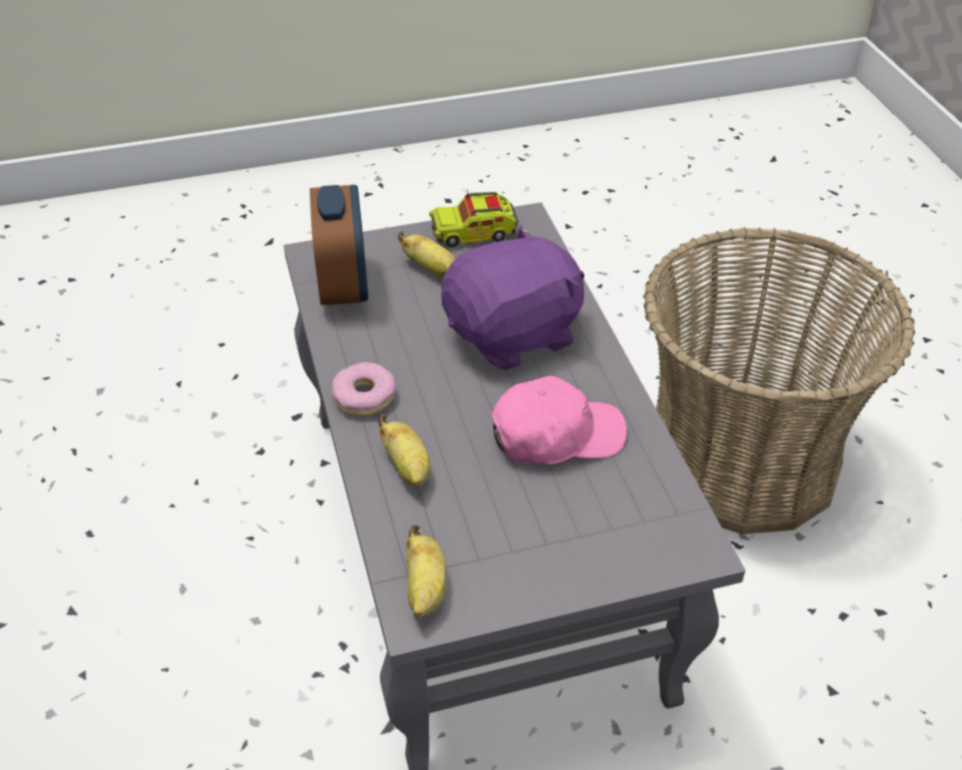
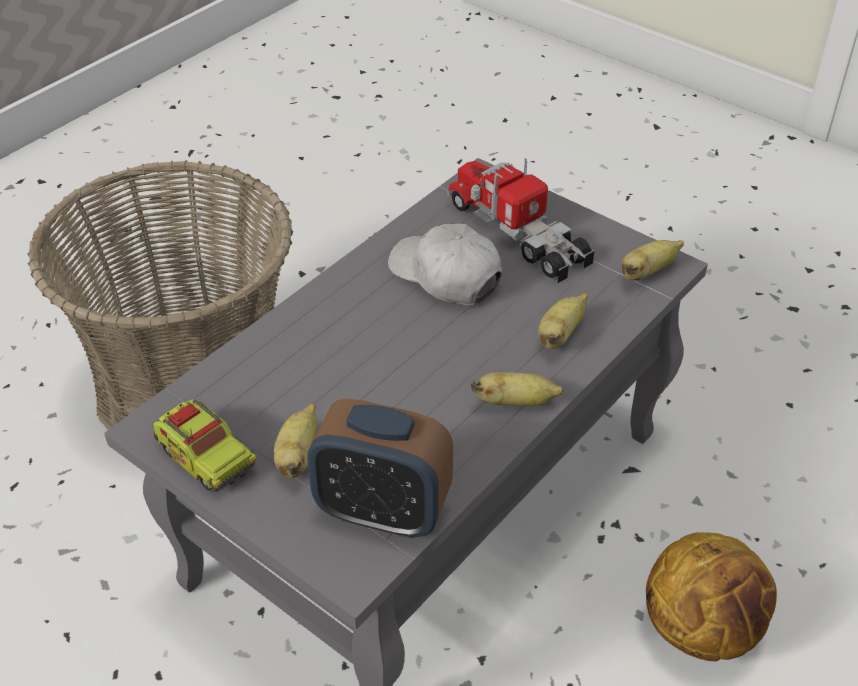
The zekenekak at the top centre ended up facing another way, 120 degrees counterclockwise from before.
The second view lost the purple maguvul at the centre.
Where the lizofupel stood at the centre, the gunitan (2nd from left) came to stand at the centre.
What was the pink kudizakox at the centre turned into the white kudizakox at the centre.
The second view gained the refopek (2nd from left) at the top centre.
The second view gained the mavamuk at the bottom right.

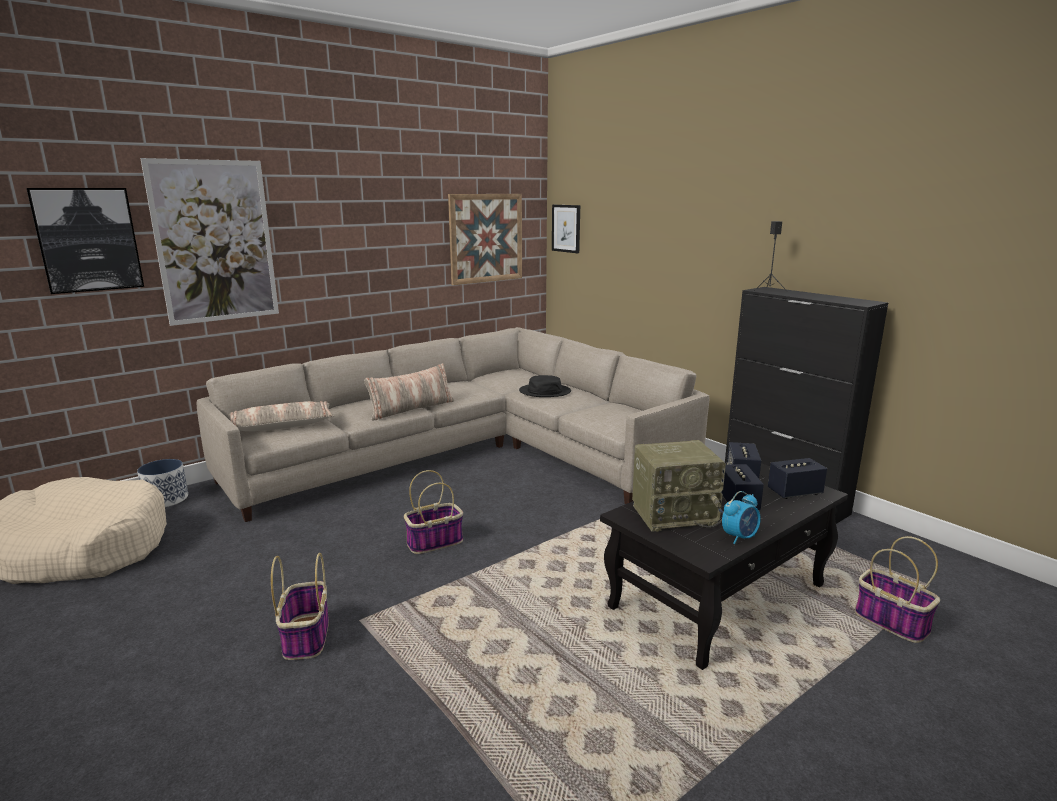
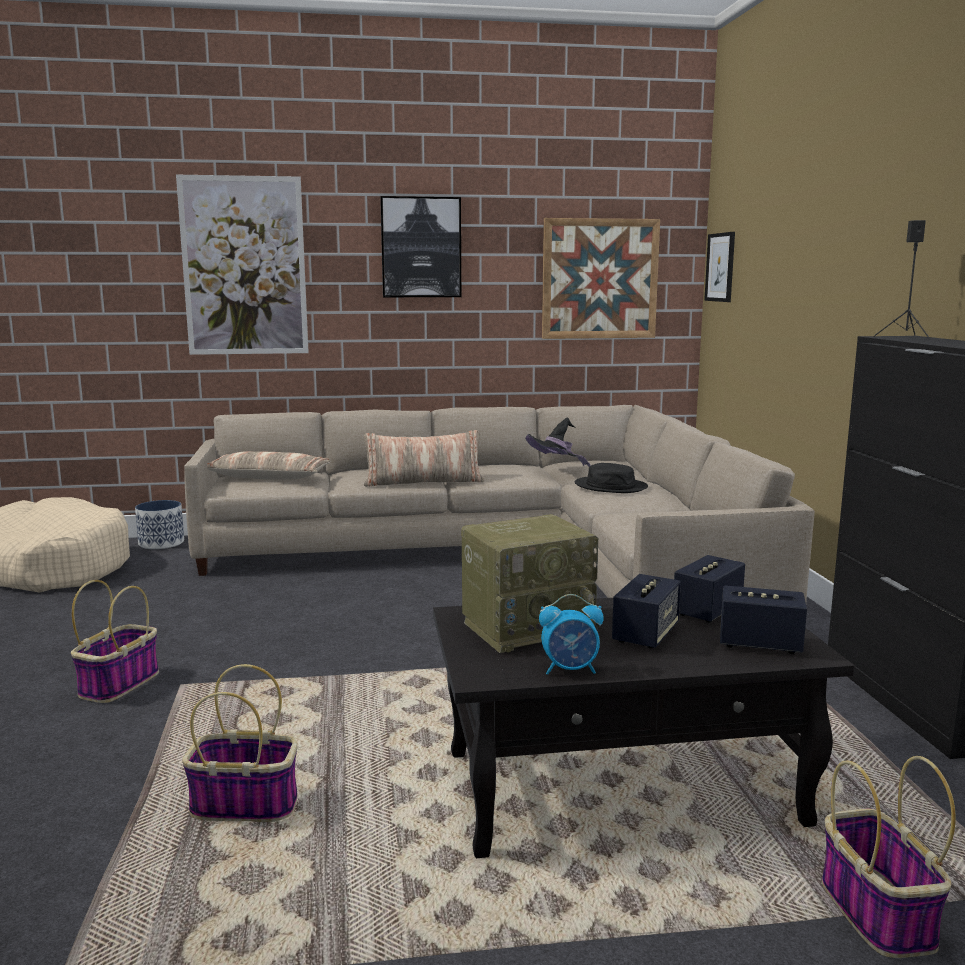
The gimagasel (1st from left in the first image) ended up elsewhere, having gone from the top left to the top centre.
The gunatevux at the centre ended up facing another way, 45 degrees counterclockwise from before.
The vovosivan (2nd from left) ended up elsewhere, having gone from the centre to the bottom left.
The second view gained the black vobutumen (1st from left) at the centre.

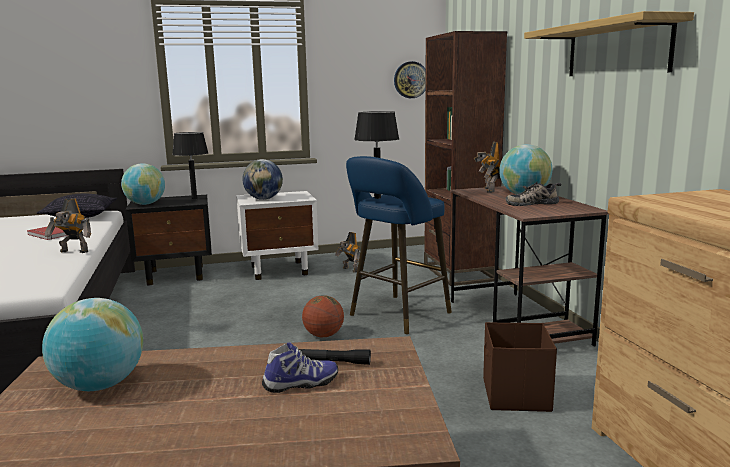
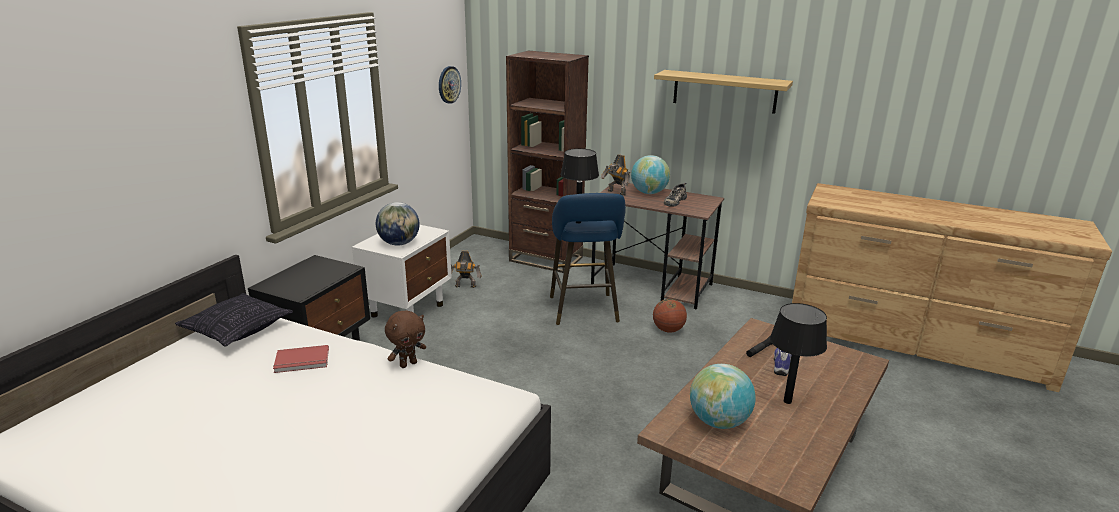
The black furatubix (1st from left in the first image) ended up elsewhere, having gone from the middle left to the bottom right.
The second view lost the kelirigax (2nd from left) at the middle left.
Where the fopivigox (1st from left) stood at the middle left, the brown maguvul came to stand at the centre.
The mavamuk ended up elsewhere, having gone from the bottom centre to the centre.
The second view lost the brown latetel at the bottom right.

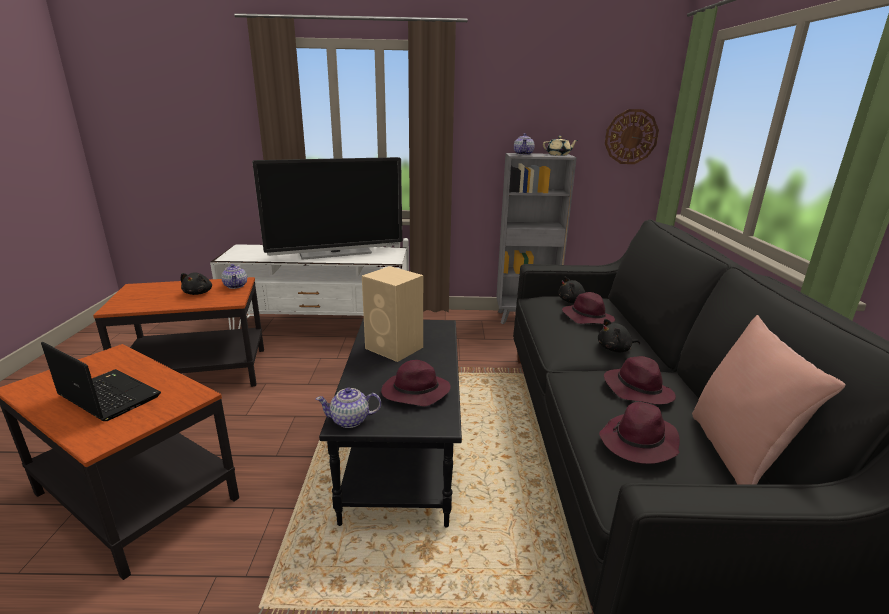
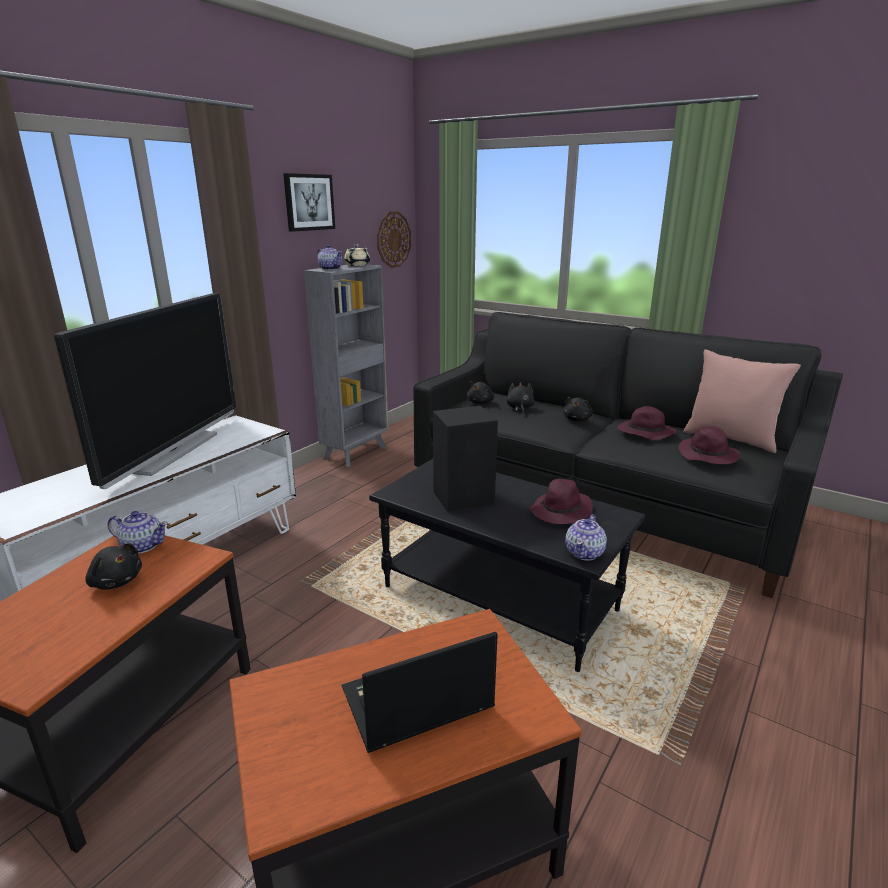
What was the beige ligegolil at the centre turned into the black ligegolil at the centre.
Where the purple vobutumen (2nd from left) stood at the centre, the black maguvul (3rd from left) came to stand at the centre.
The second view gained the gimagasel at the top centre.

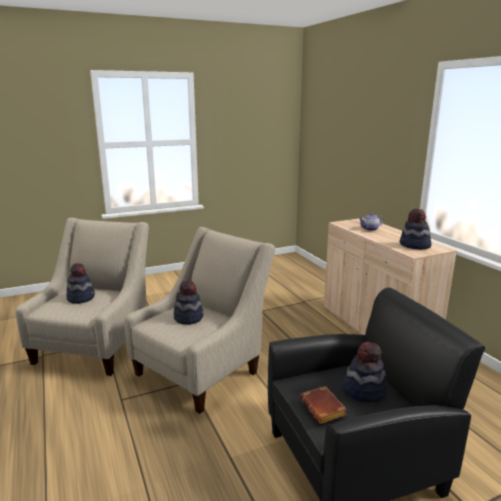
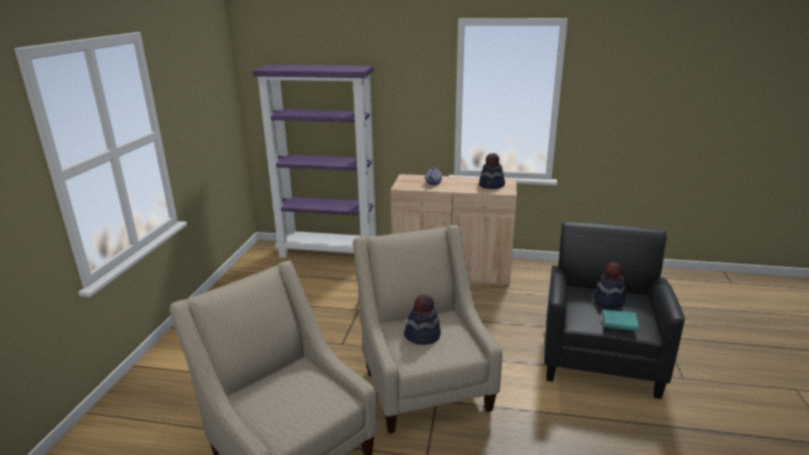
The second view lost the vobutumen (1st from left) at the middle left.
What was the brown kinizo at the bottom centre turned into the turquoise kinizo at the bottom right.
The second view gained the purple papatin at the centre.

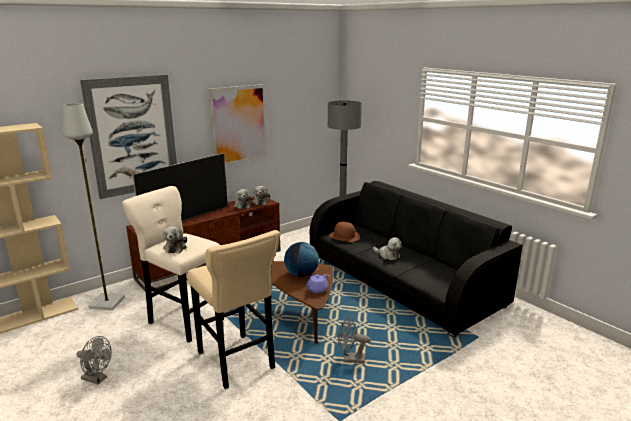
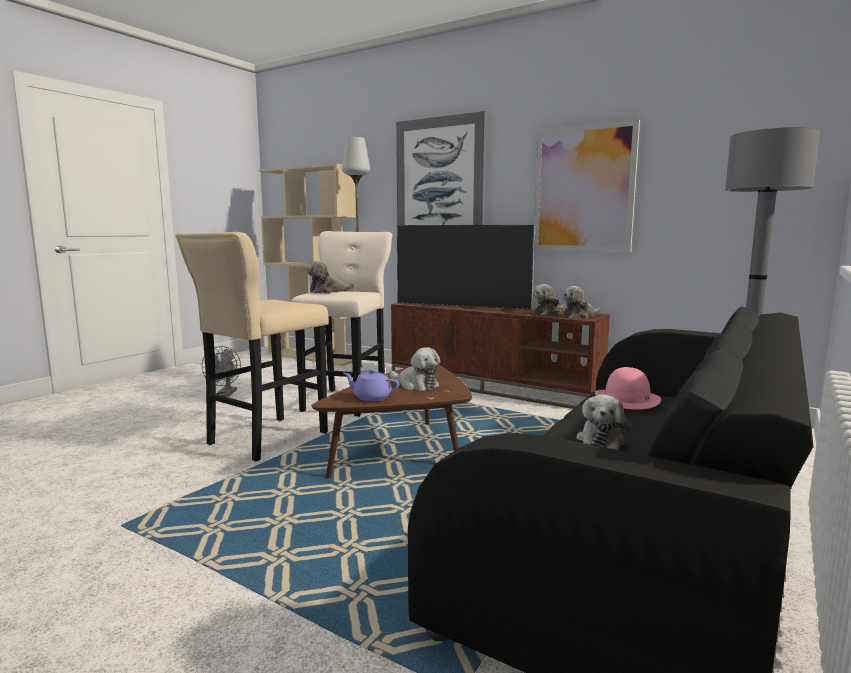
What was the brown vobutumen at the centre turned into the pink vobutumen at the middle right.
Where the kelirigax stood at the centre, the maguvul (2nd from left) came to stand at the centre.
The second view lost the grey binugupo (2nd from left) at the bottom centre.

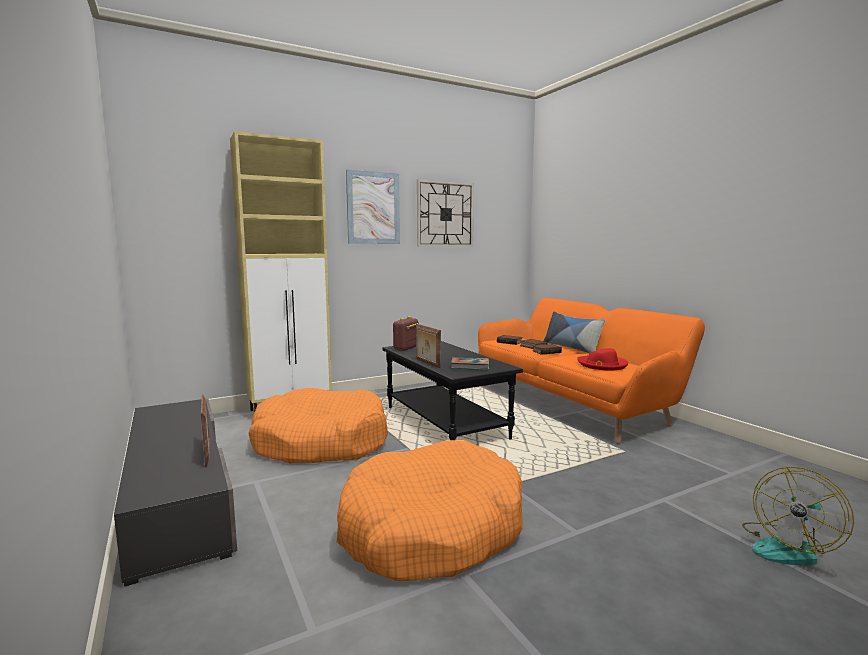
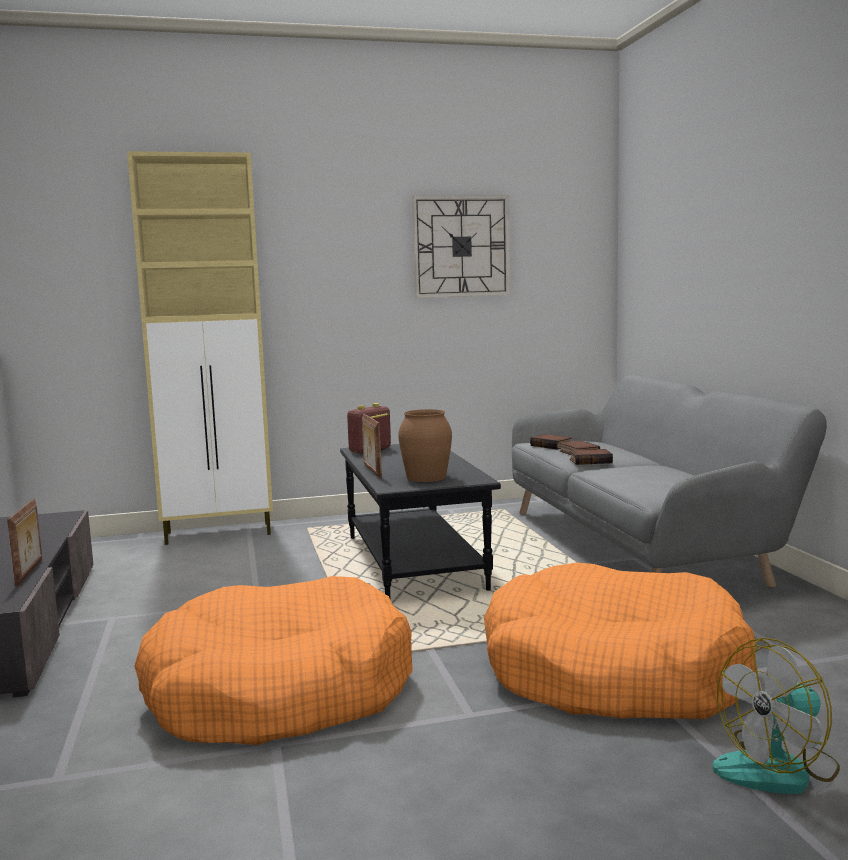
The second view lost the gimagasel at the top centre.
What was the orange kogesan at the middle right turned into the grey kogesan at the middle right.
The second view lost the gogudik at the centre.
The second view lost the red vobutumen at the middle right.
Where the kinizo (1st from left) stood at the centre, the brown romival came to stand at the centre.
The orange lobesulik (1st from left in the first image) ended up elsewhere, having gone from the centre to the bottom right.

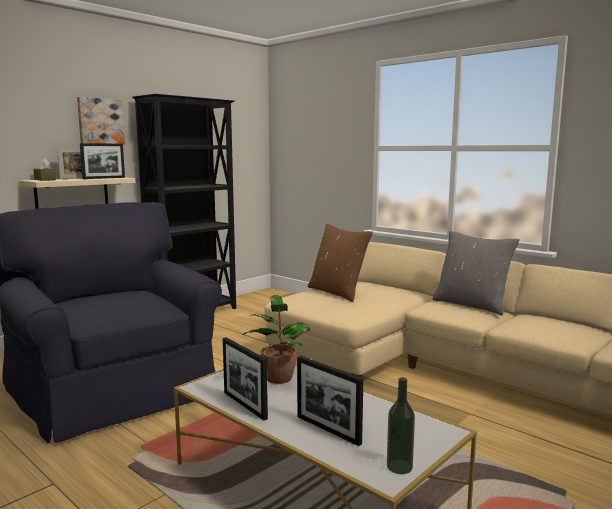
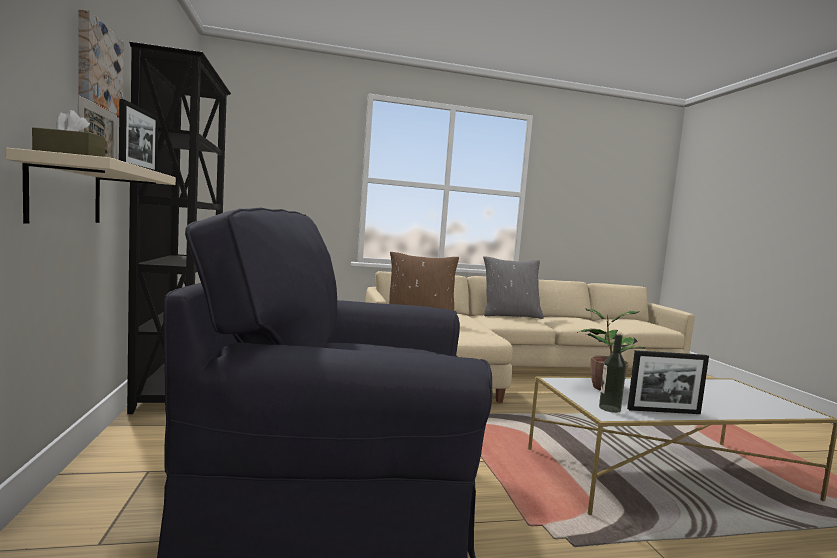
The second view lost the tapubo (4th from left) at the bottom centre.
The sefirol ended up elsewhere, having gone from the bottom centre to the bottom right.

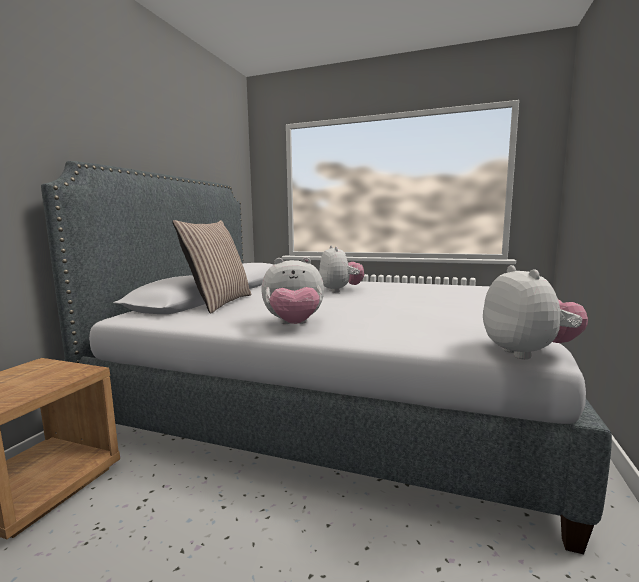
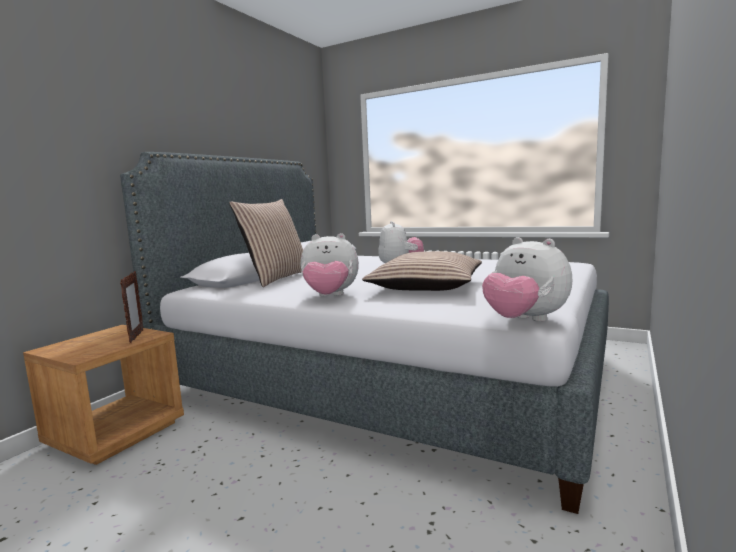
The maguvul (3rd from left) at the middle right ended up facing another way, 135 degrees clockwise from before.
The second view gained the gogudik (2nd from left) at the centre.
The second view gained the tapubo at the middle left.

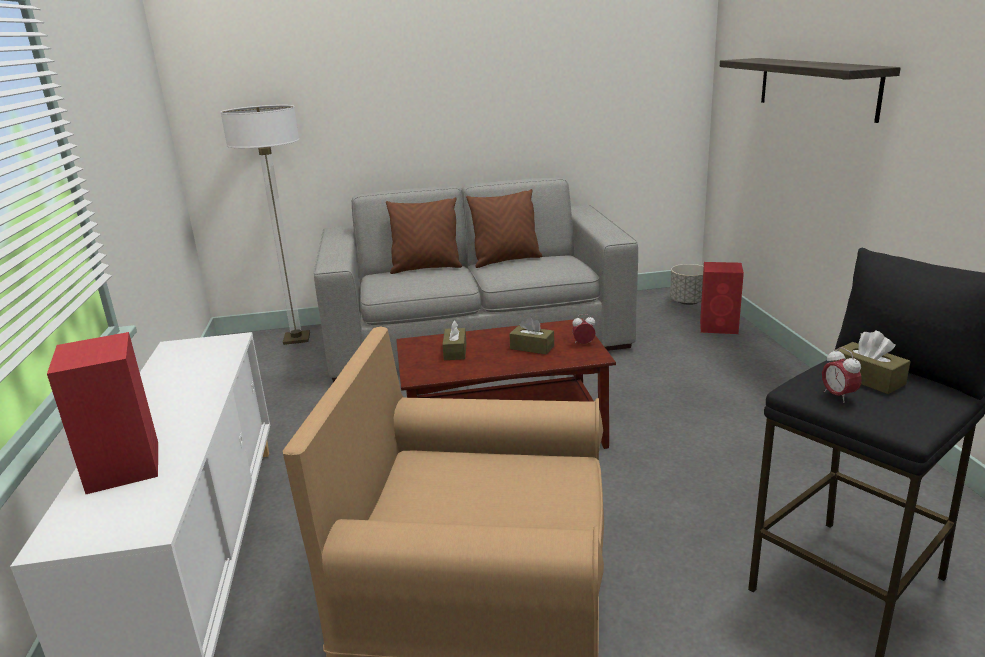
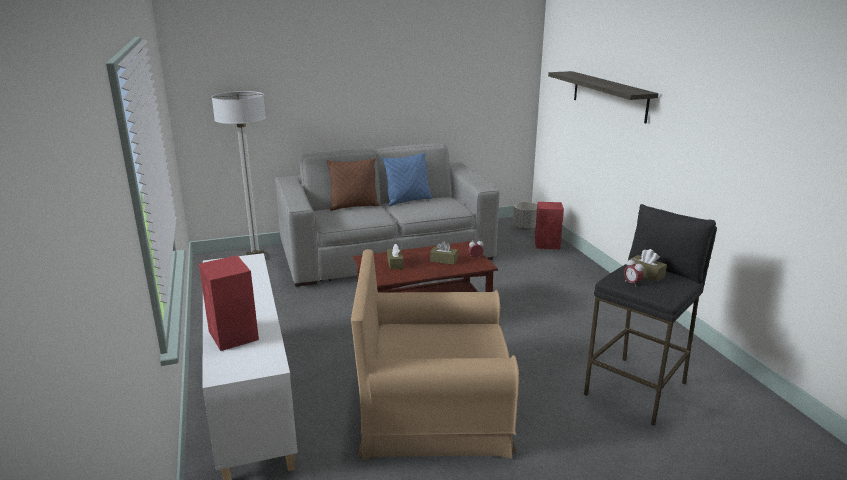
What was the brown gogudik (2nd from left) at the centre turned into the blue gogudik at the centre.

